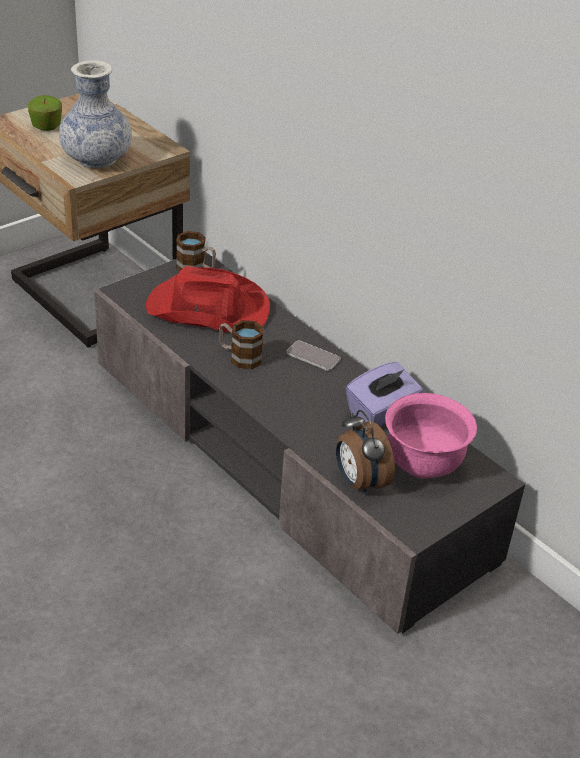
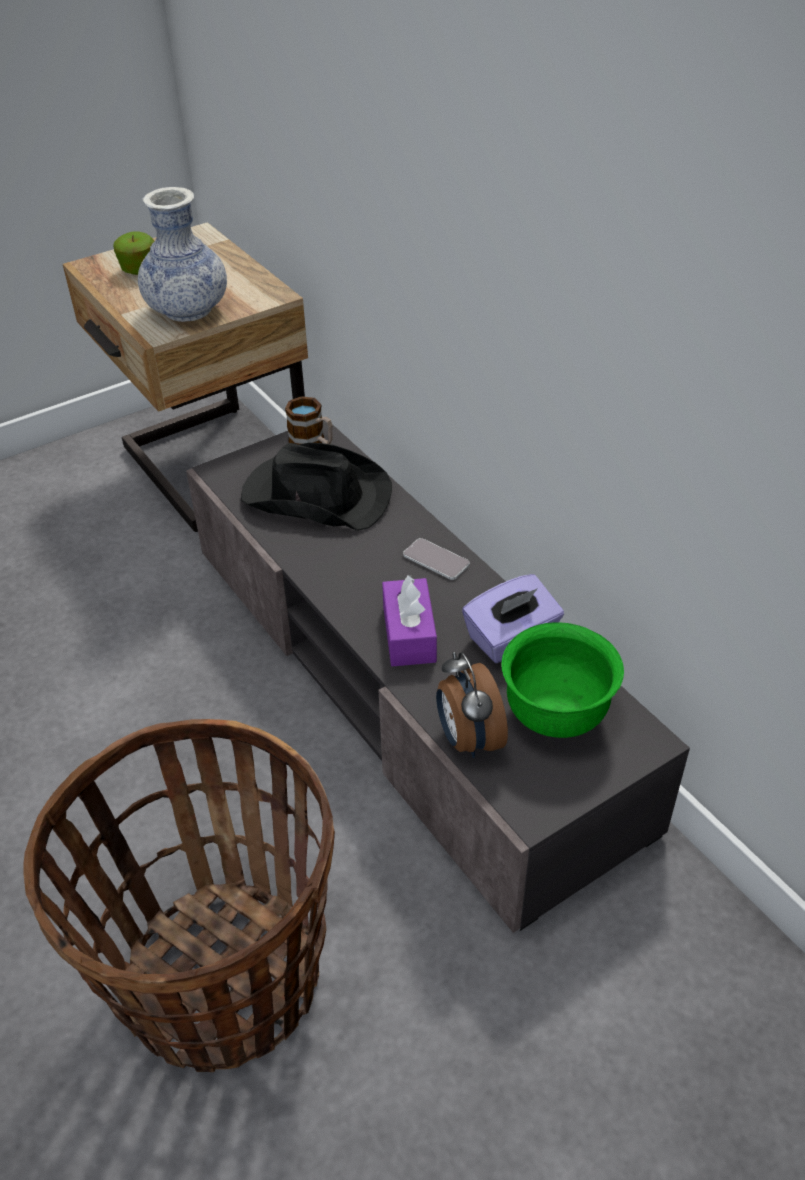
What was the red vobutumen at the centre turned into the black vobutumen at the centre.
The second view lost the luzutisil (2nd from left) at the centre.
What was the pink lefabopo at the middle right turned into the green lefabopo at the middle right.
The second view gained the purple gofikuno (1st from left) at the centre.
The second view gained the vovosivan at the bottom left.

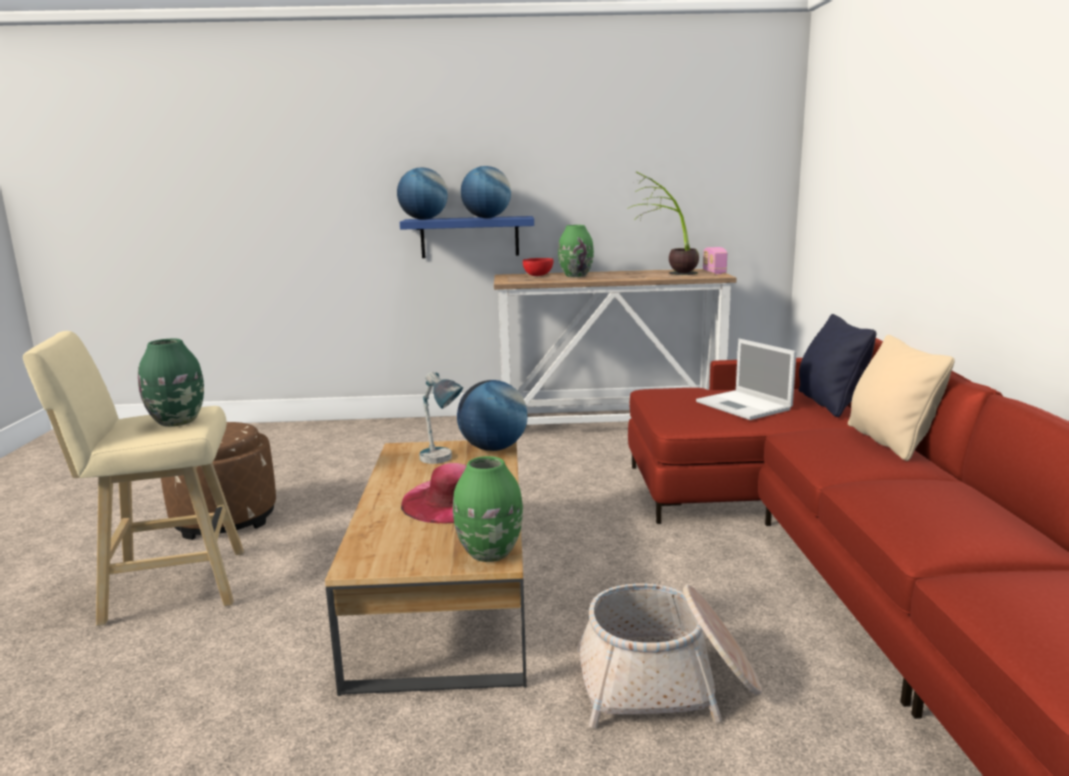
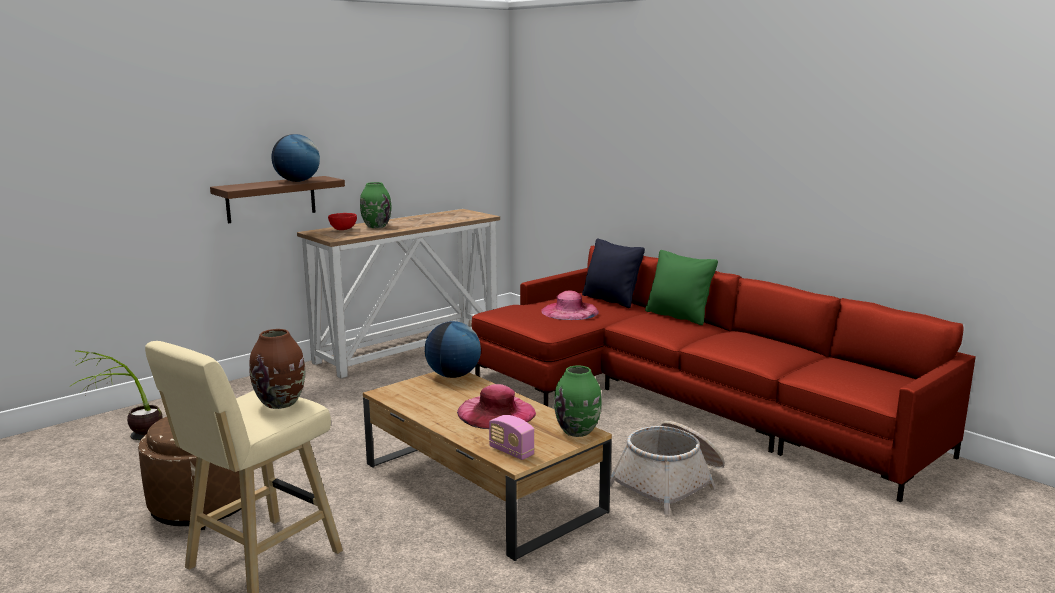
The second view lost the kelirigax (1st from left) at the top centre.
The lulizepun ended up elsewhere, having gone from the top centre to the middle left.
What was the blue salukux at the top centre turned into the brown salukux at the middle left.
The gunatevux ended up elsewhere, having gone from the middle right to the bottom centre.
What was the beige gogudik at the middle right turned into the green gogudik at the centre.
What was the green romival (1st from left) at the middle left turned into the brown romival at the middle left.
Where the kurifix stood at the middle right, the pink vobutumen (2nd from left) came to stand at the centre.
The second view lost the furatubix at the centre.

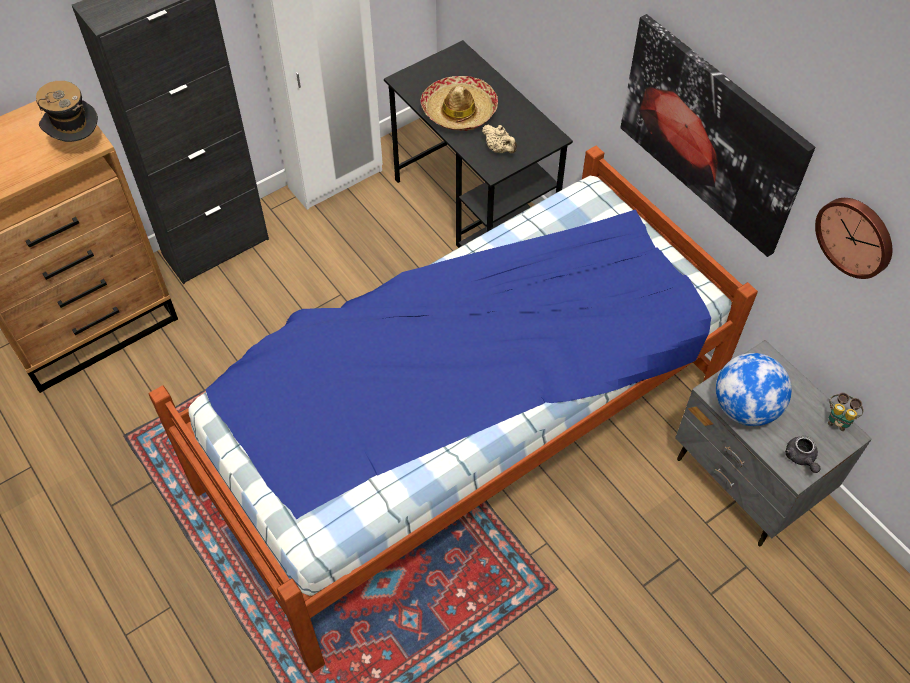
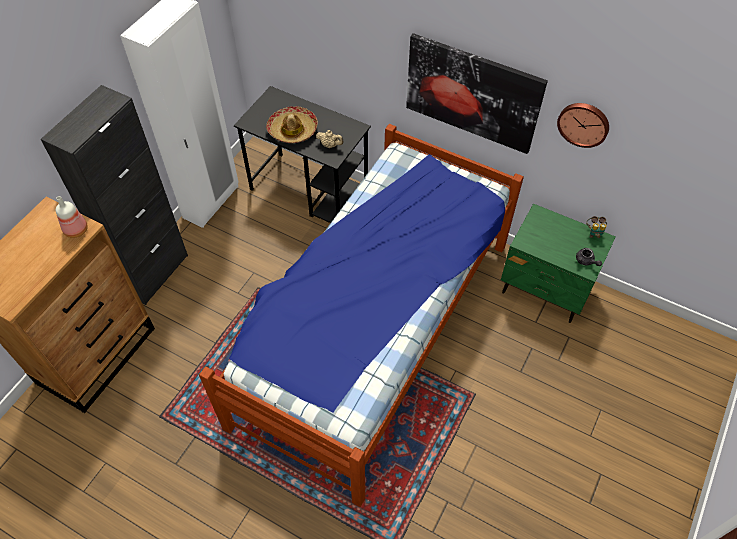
Where the vobutumen (1st from left) stood at the top left, the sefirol came to stand at the middle left.
What was the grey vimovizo at the middle right turned into the green vimovizo at the middle right.
The second view lost the kelirigax at the middle right.

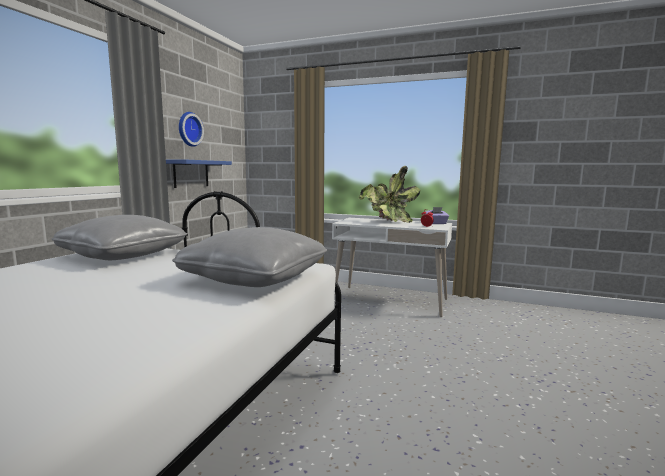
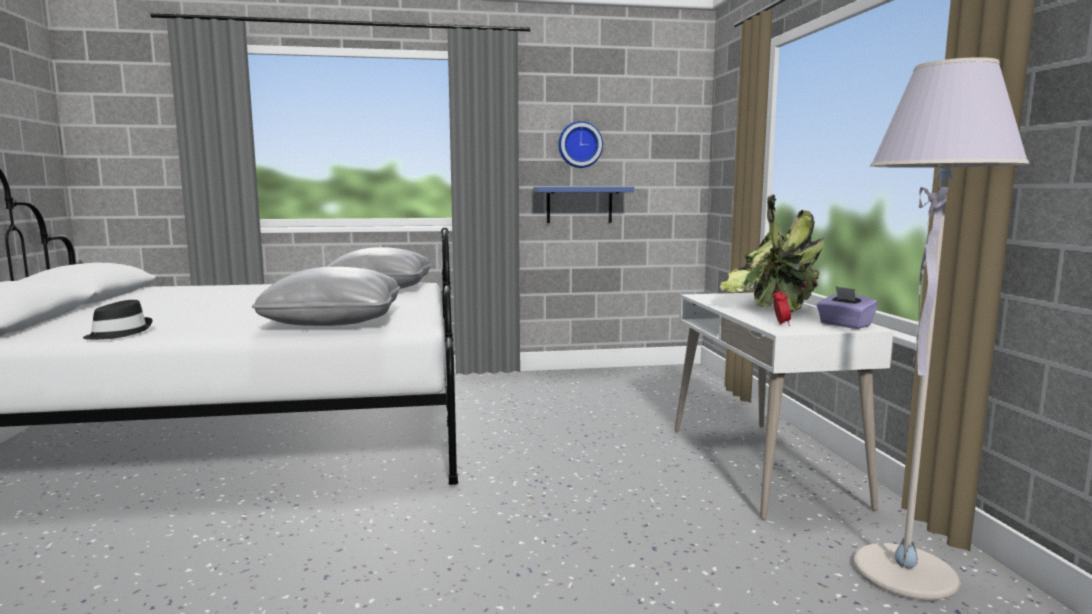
The second view gained the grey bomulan at the middle right.
The second view gained the black vobutumen at the middle left.

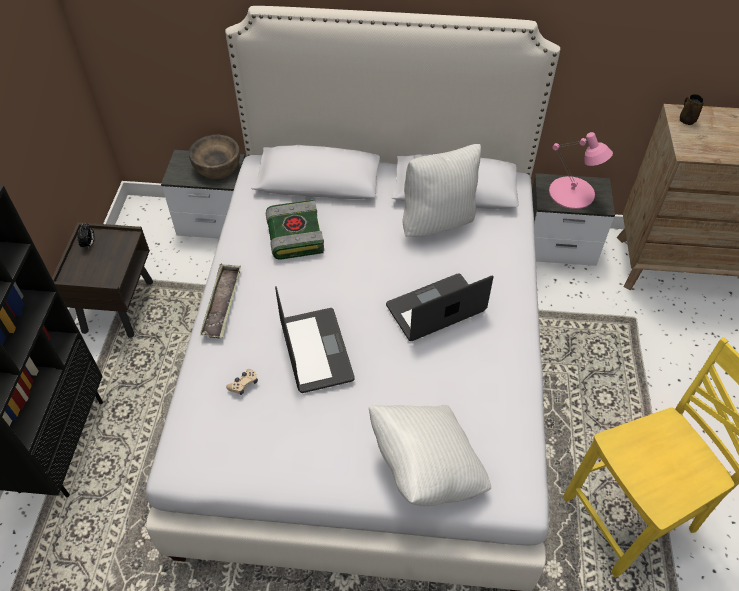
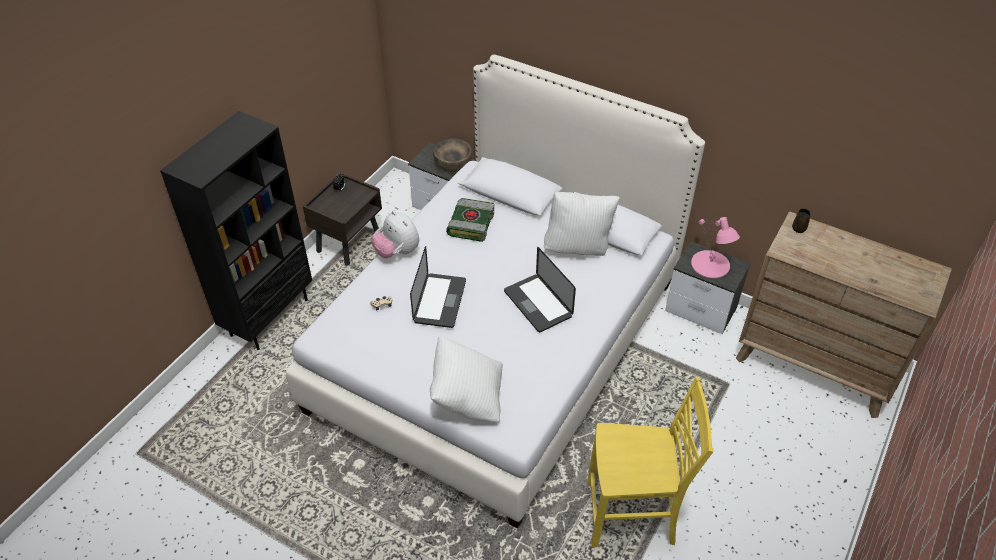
Where the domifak stood at the middle left, the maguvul came to stand at the centre.
The kurifix (2nd from left) at the centre ended up facing another way, 120 degrees counterclockwise from before.

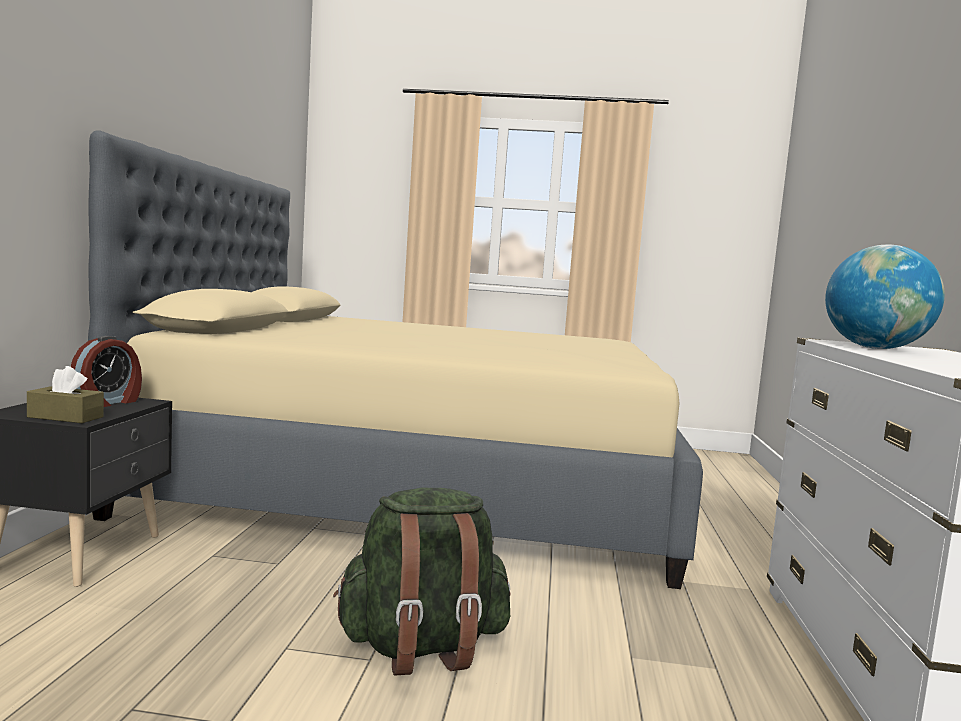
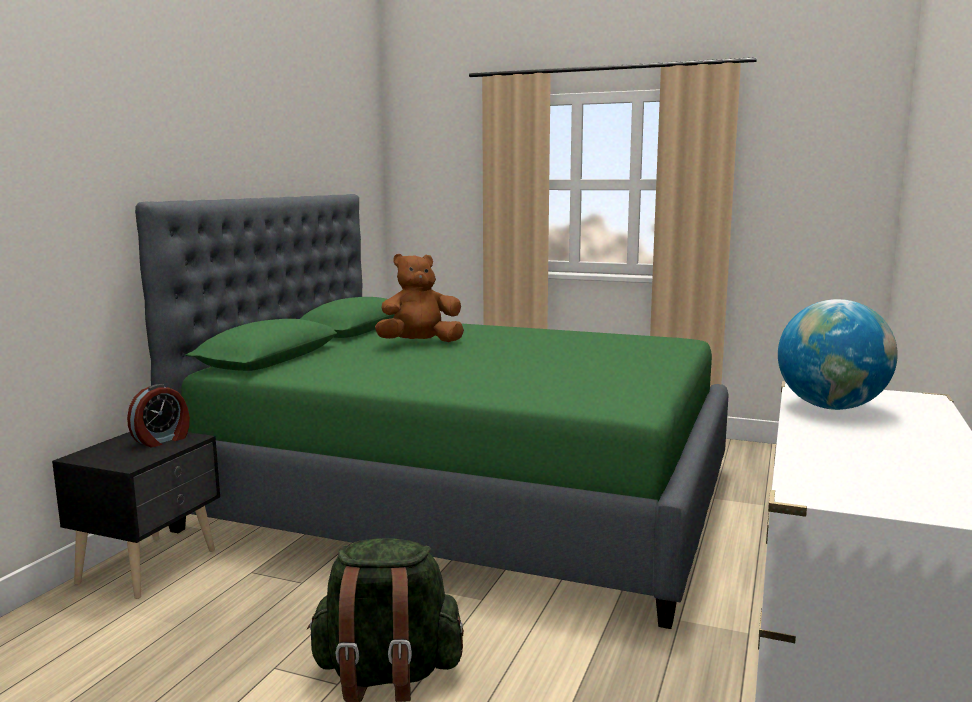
What was the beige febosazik at the centre turned into the green febosazik at the centre.
The second view lost the brown gofikuno at the middle left.
The second view gained the brown maguvul at the centre.

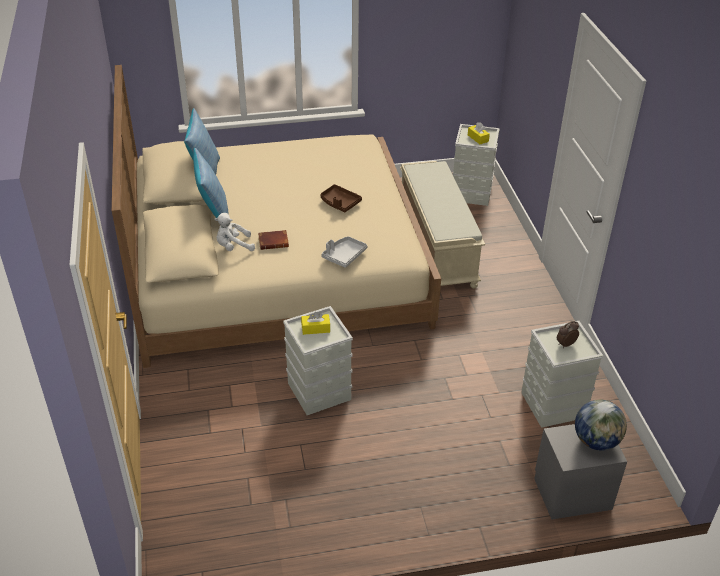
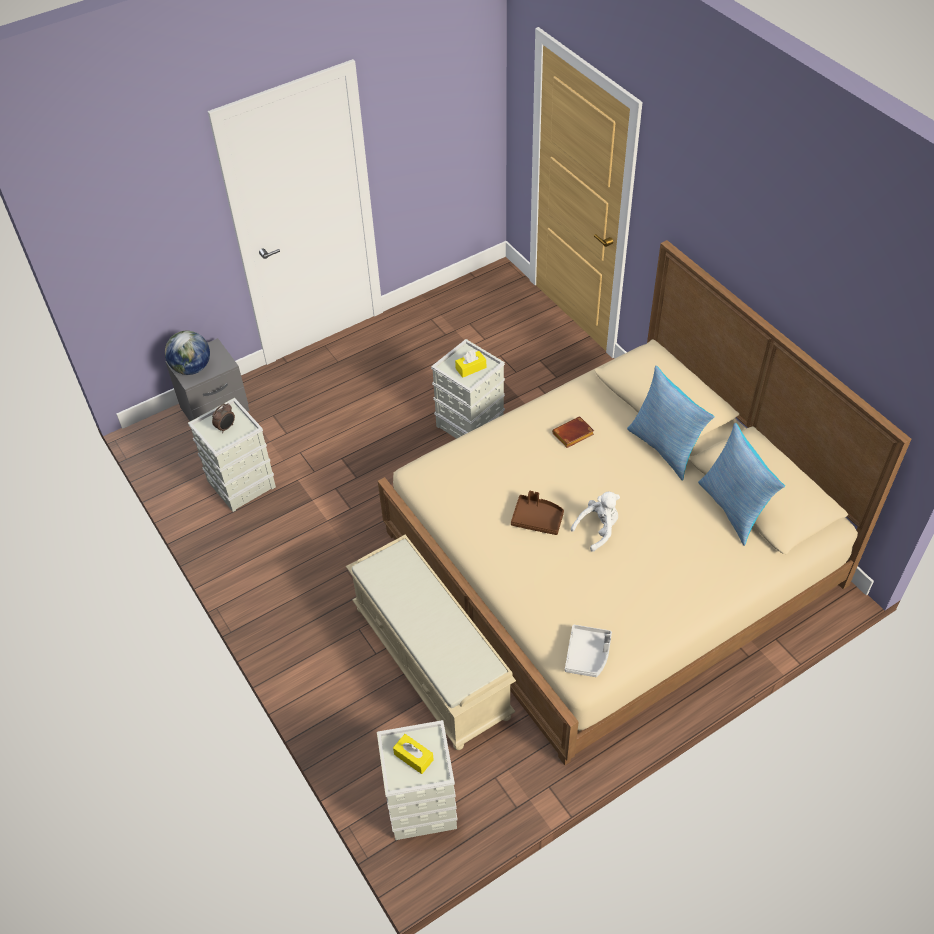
The white maguvul ended up elsewhere, having gone from the middle left to the centre.
The grey domifak ended up elsewhere, having gone from the centre to the bottom centre.

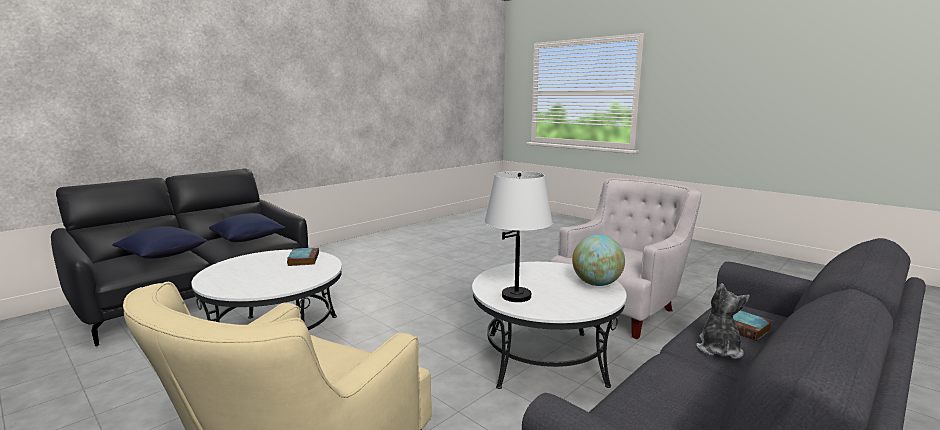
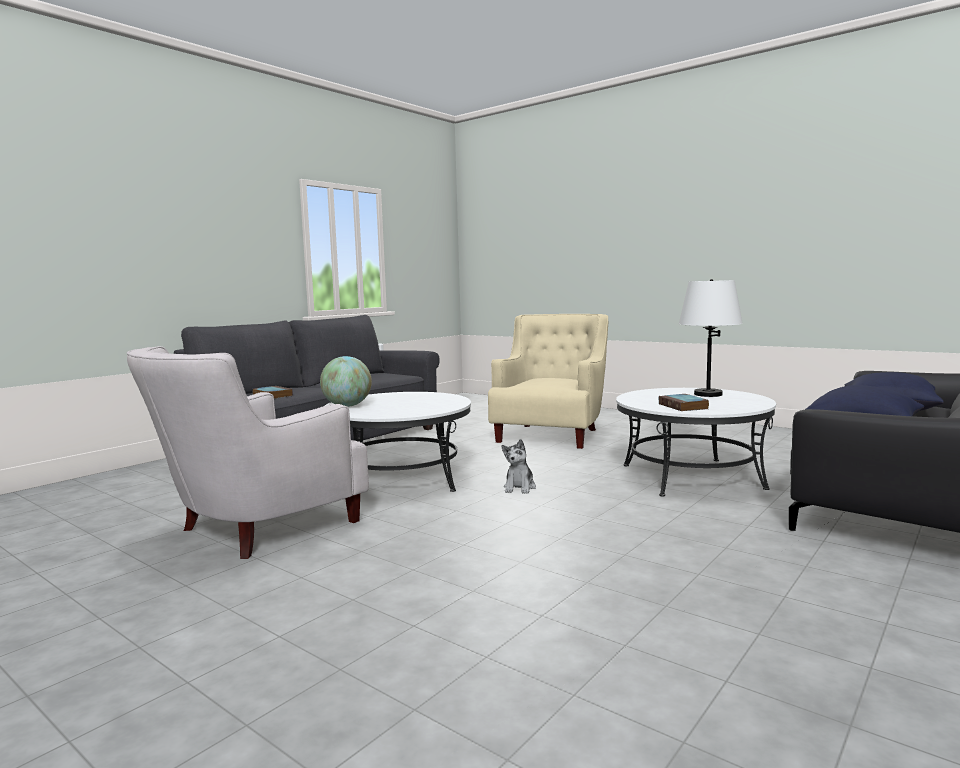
The white furatubix ended up elsewhere, having gone from the centre to the middle right.
The maguvul ended up elsewhere, having gone from the bottom right to the centre.

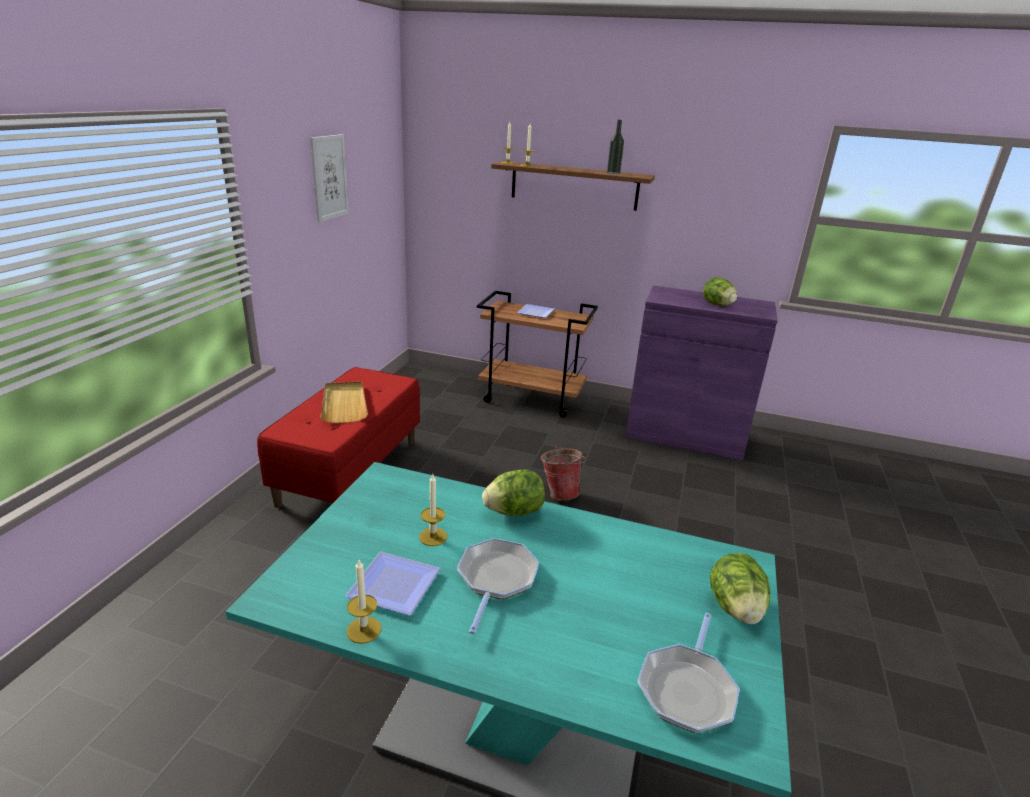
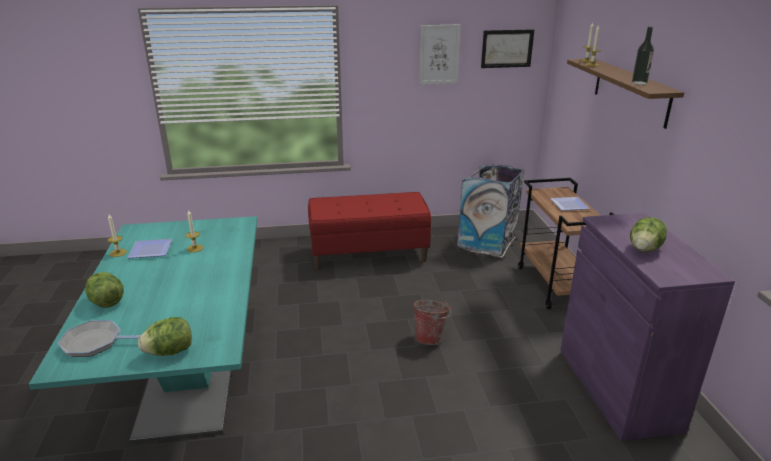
The second view lost the beige domifak at the centre.
The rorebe (1st from left) ended up elsewhere, having gone from the centre to the middle left.
The second view lost the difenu (1st from left) at the bottom centre.
The second view gained the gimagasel (2nd from left) at the top centre.
The second view gained the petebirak at the centre.

